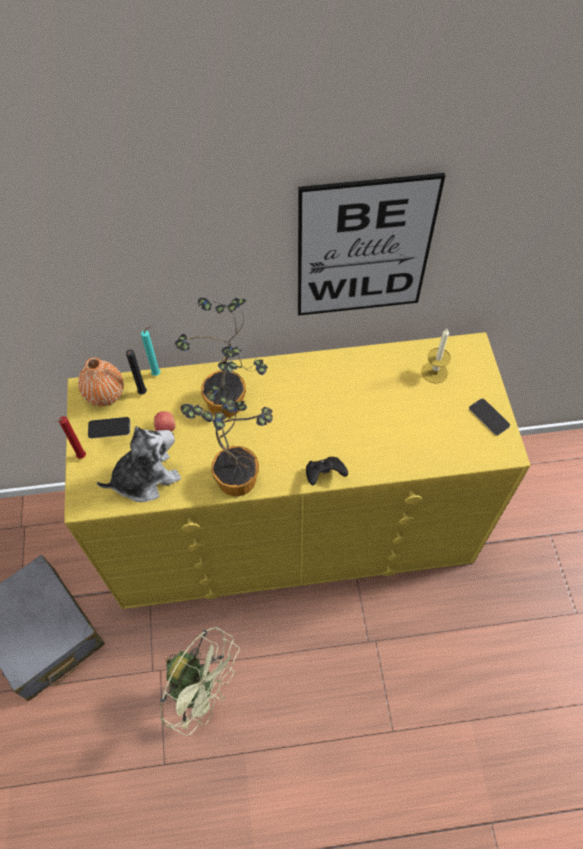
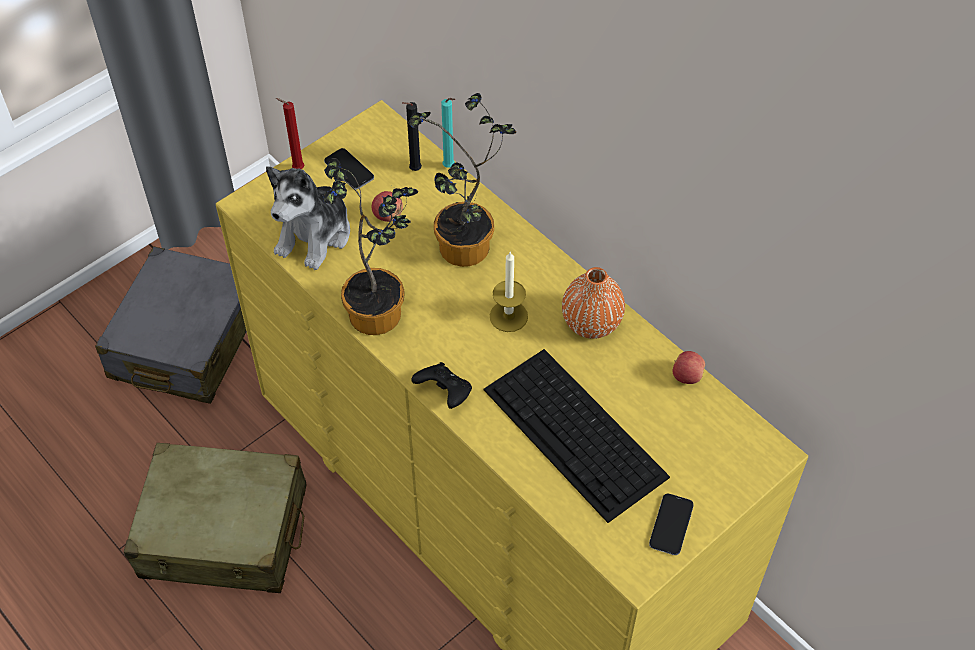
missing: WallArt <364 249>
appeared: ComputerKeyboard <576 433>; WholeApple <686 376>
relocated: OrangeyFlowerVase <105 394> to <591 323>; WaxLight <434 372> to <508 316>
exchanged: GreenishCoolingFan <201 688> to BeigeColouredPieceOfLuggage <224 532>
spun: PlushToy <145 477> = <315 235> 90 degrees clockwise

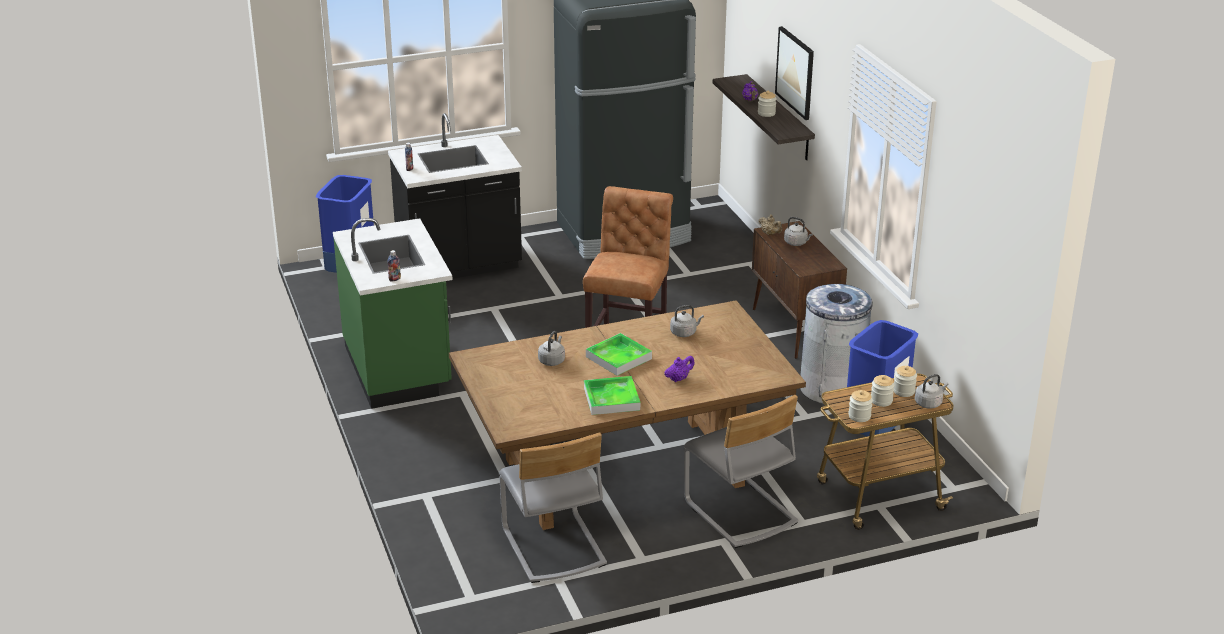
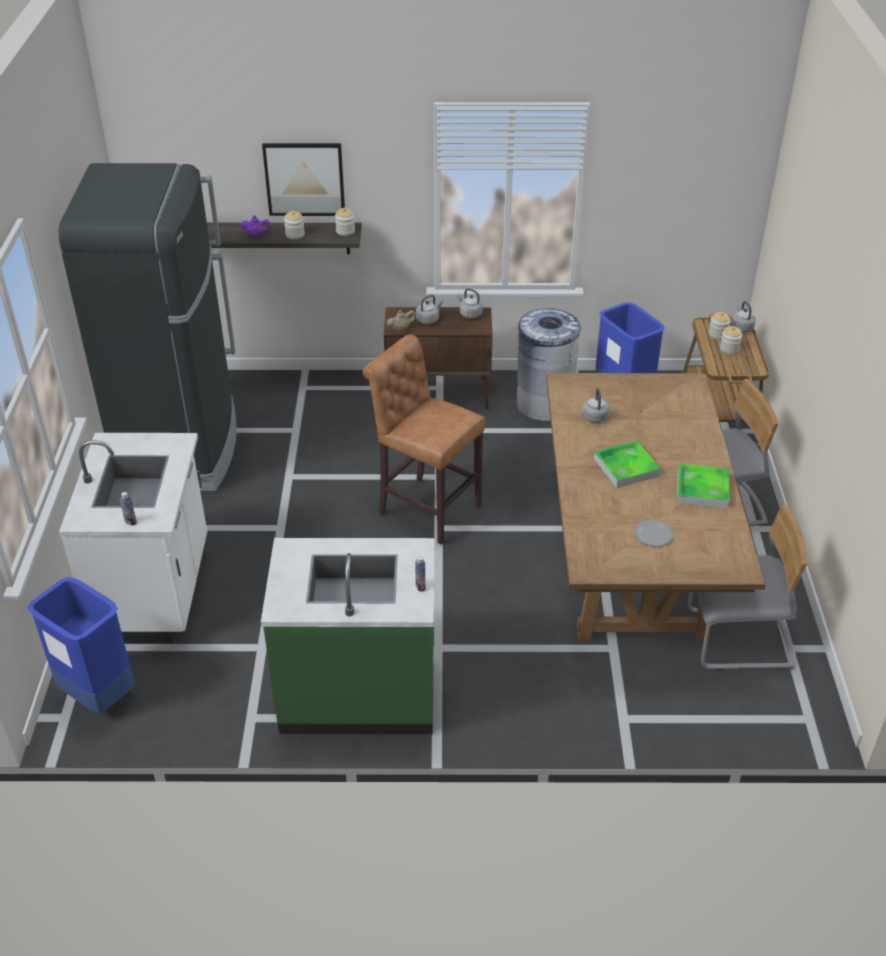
missing: PurplishTeaPot <678 379>
appeared: FlatDish <652 534>
relocated: GreyWaterKettle <552 360> to <469 314>; StorageJar <859 416> to <345 231>
colour: BlackColouredKitchenCounter <459 266> to WhitishKitchenCounter <156 592>

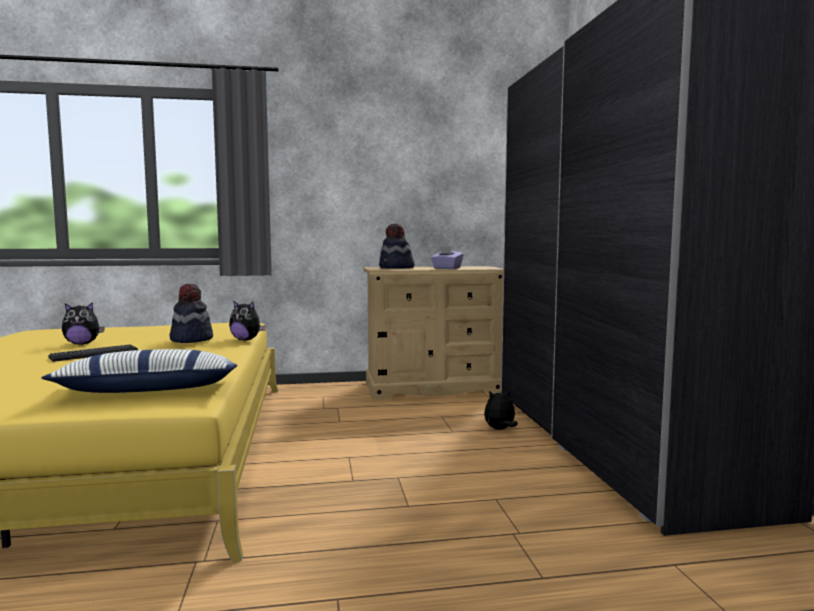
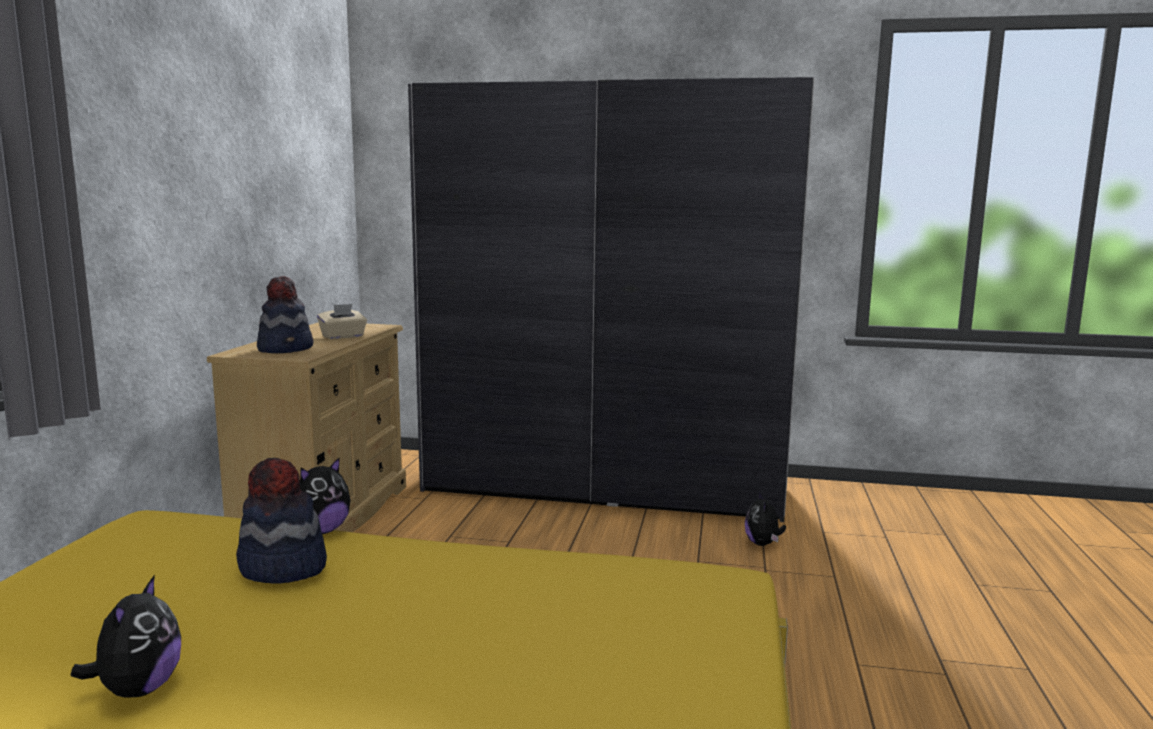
missing: ThrowPillow <150 390>; ComputerKeyboard <94 354>
relocated: PlushToy <500 429> to <763 544>
colour: PurplishTissueHolder <446 268> to BeigeColouredTissueHolder <343 336>

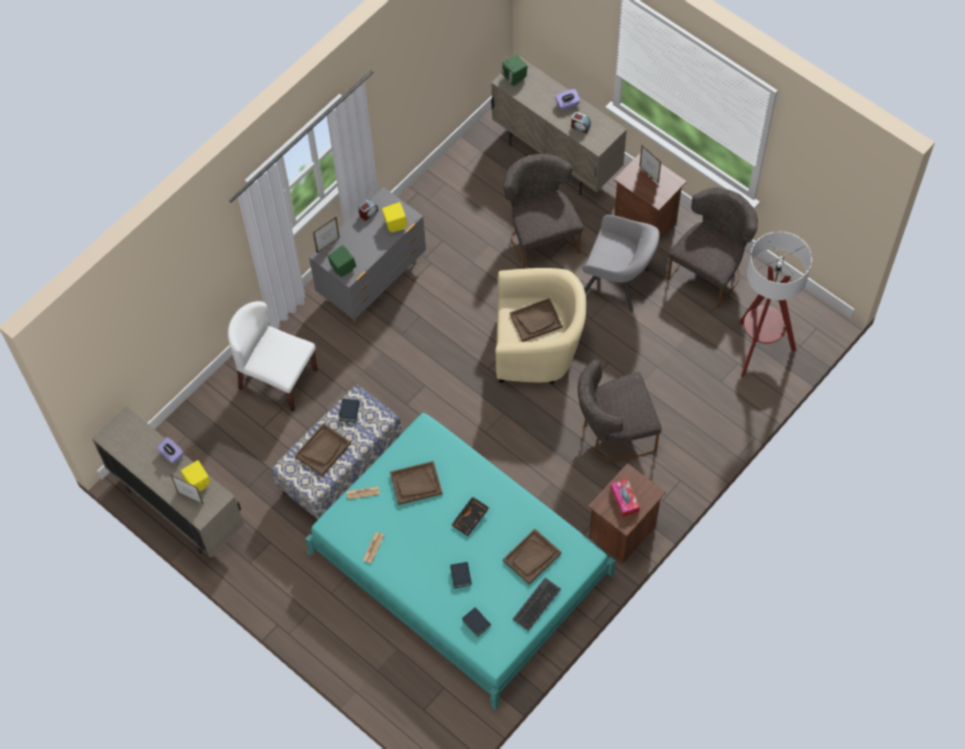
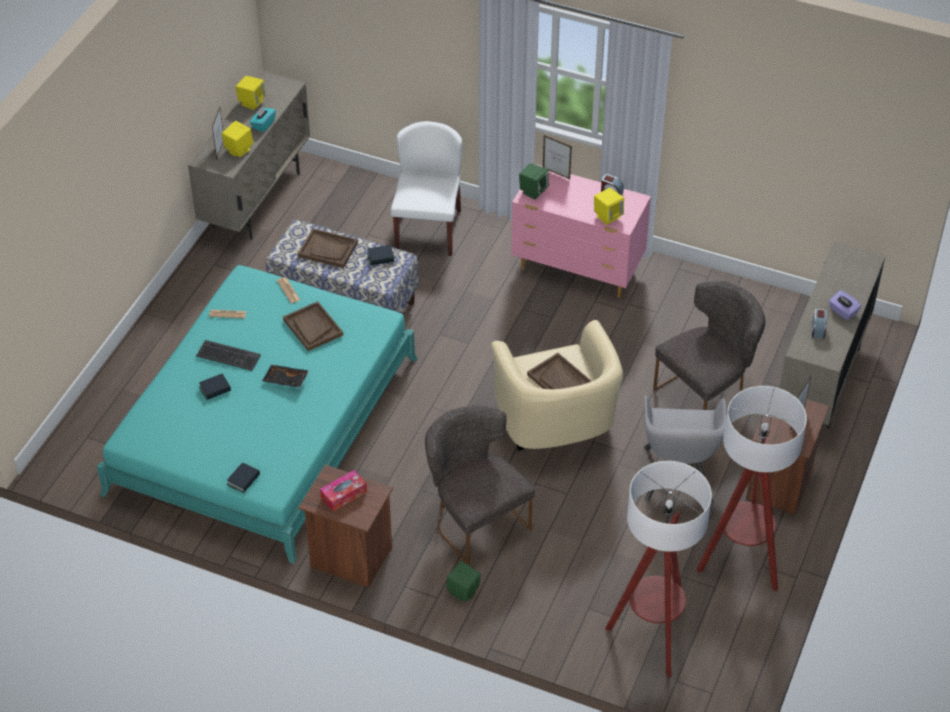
missing: BrownCarryingTray <532 557>
appeared: YellowColouredLoudspeaker <252 102>
relocated: Book <476 622> to <243 480>; GreenishLoudspeaker <514 77> to <463 592>; ComputerKeyboard <537 604> to <228 356>
exchanged: GreyUprightChair <710 270> to FloorLamp <741 563>
colour: PurplishTissueHolder <171 454> to TurquoiseTissueHolder <263 124>; GreyDresser <373 281> to PinkColouredDresser <578 270>

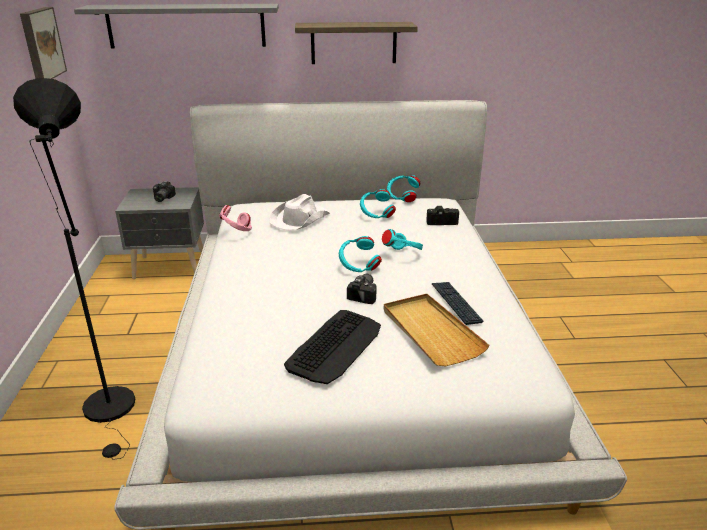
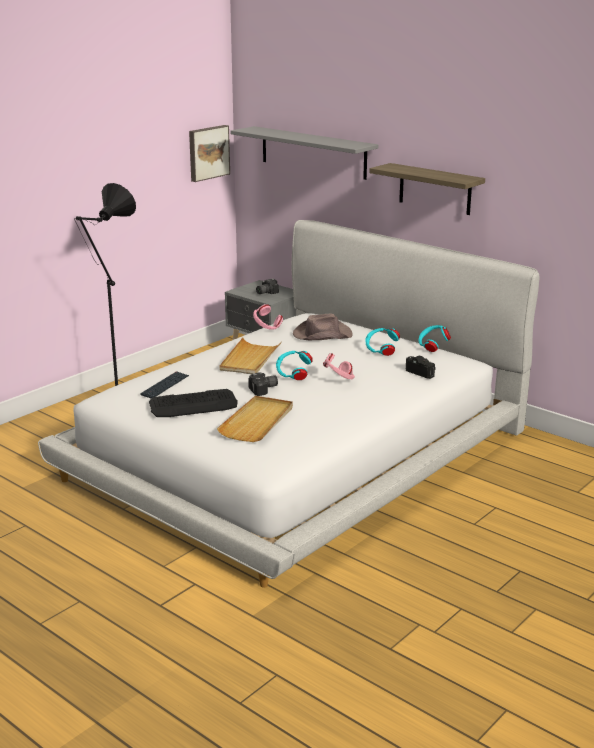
appeared: BeigeColouredCarryingTray <250 359>
relocated: ComputerKeyboard <456 303> to <165 386>
colour: WhitishWearableHat <299 219> to BrownWearableHat <321 334>; TurquoiseHeadset <403 254> to PinkColouredHeadset <339 380>

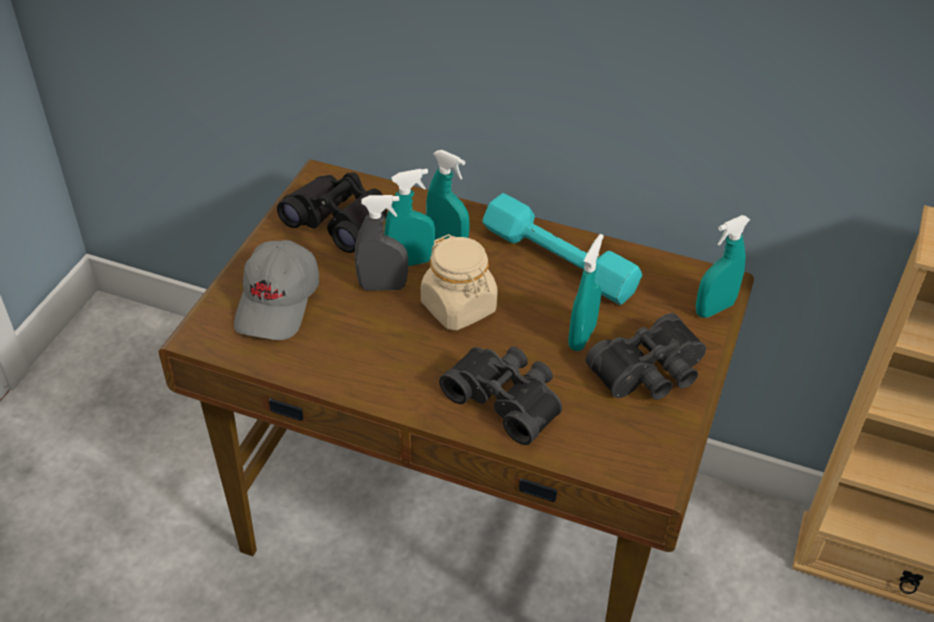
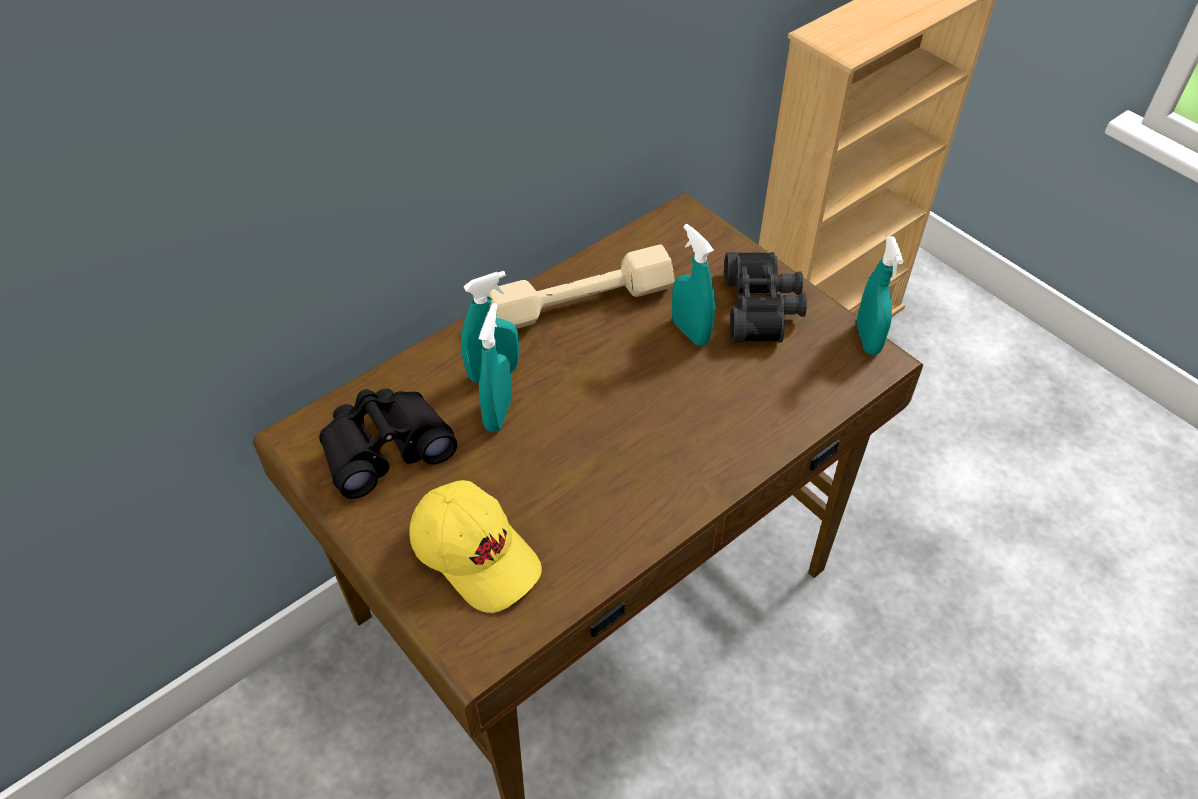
missing: GreySprayBottle <382 286>; BeigeColouredStorageJar <459 307>; BlackColouredPairOfBinoculars <507 399>
relocated: TurquoiseSprayBottle <714 309> to <867 339>
colour: GreyBaseballCap <278 302> to YellowColouredBaseballCap <476 554>; TurquoiseDumbbell <558 261> to BeigeColouredDumbbell <581 303>

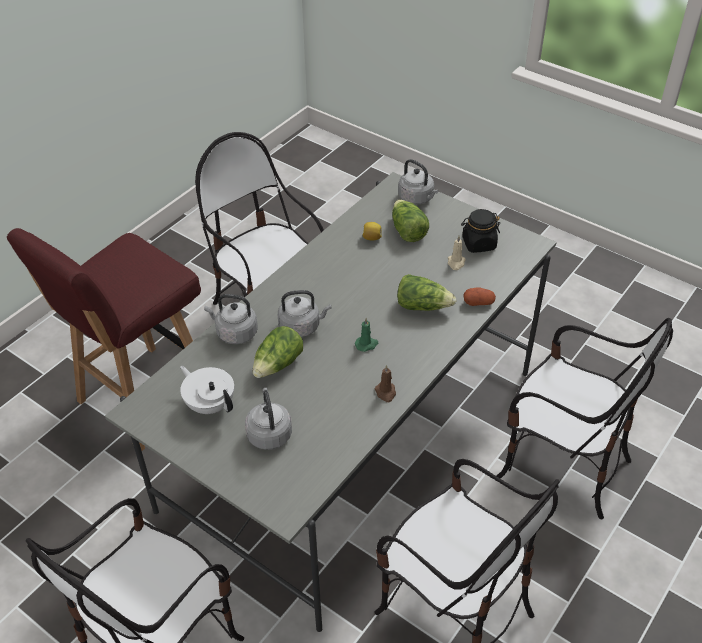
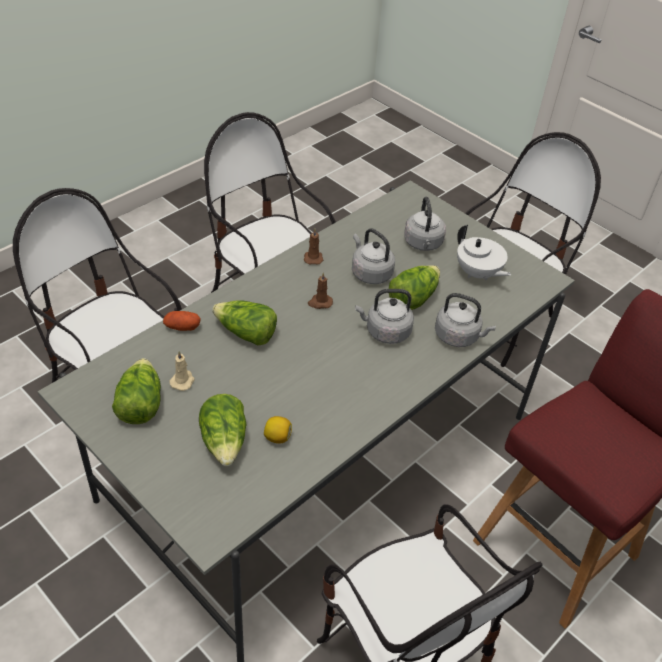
relocated: GreyWaterKettle <417 198> to <370 273>
exchanged: BlackColouredStorageJar <478 244> to HeadOfLettuce <139 404>
colour: GreenishWaxLight <366 344> to BrownWaxLight <320 302>

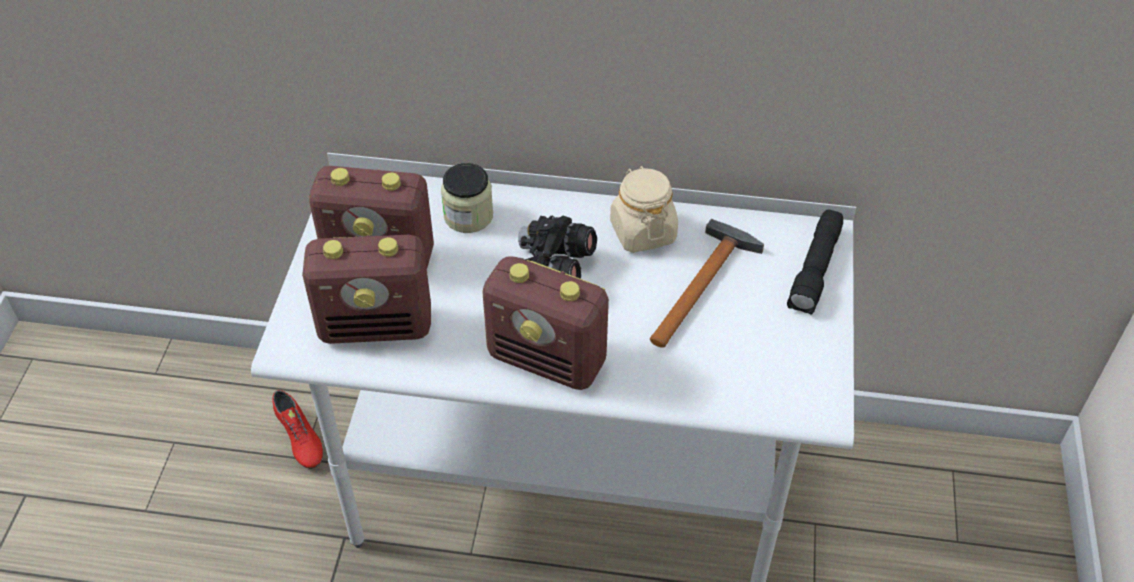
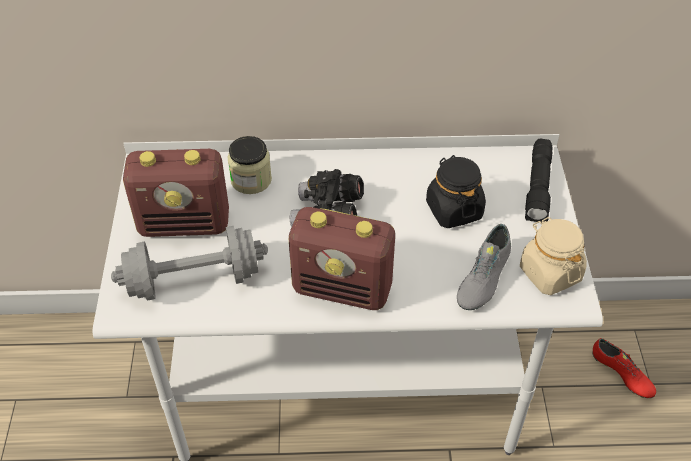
appeared: GreyItemOfFootwear <483 278>
relocated: ReddishItemOfFootwear <299 438> to <621 375>; BeigeColouredStorageJar <642 232> to <549 273>
exchanged: RadioReceiver <377 325> to GreyDumbbell <194 280>; ToolHammer <703 283> to BlackColouredStorageJar <453 210>

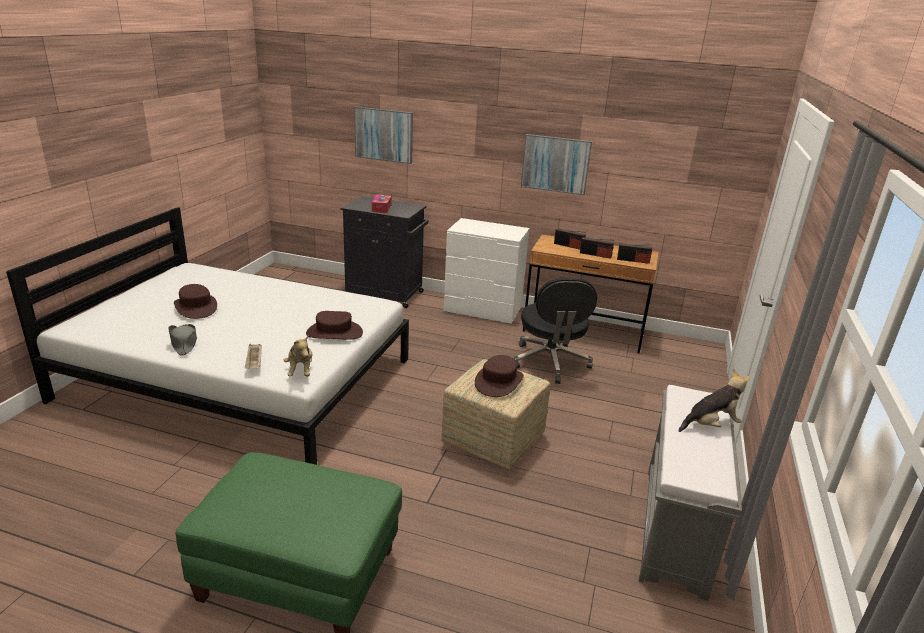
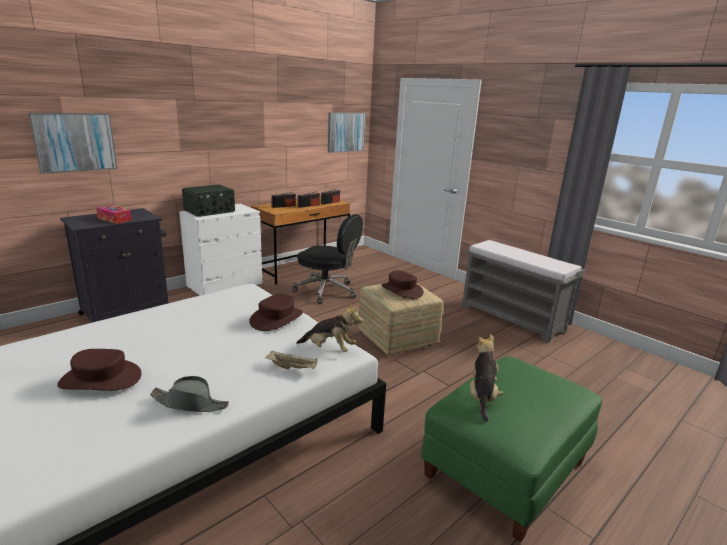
appeared: RadioReceiver <210 211>
relocated: WallArt <555 164> to <346 132>; PlushToy <710 425> to <482 396>

